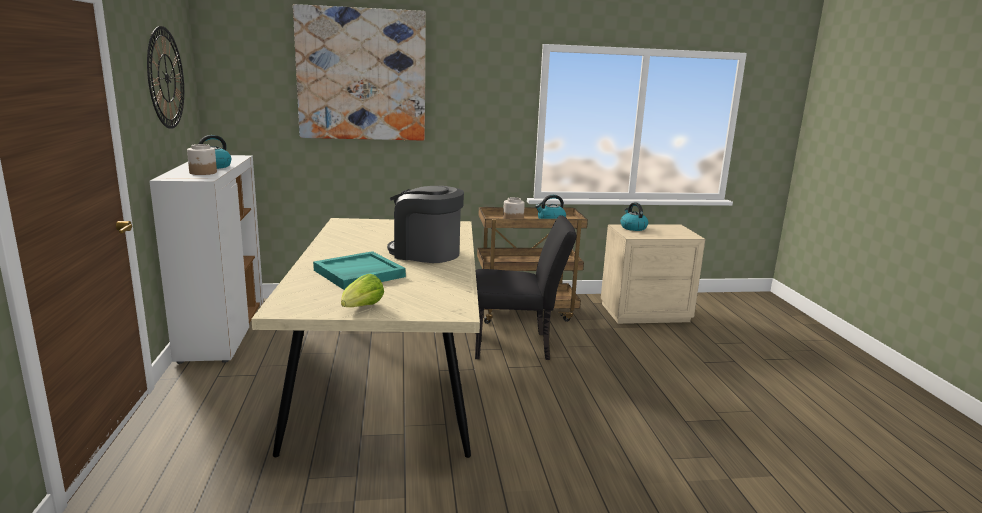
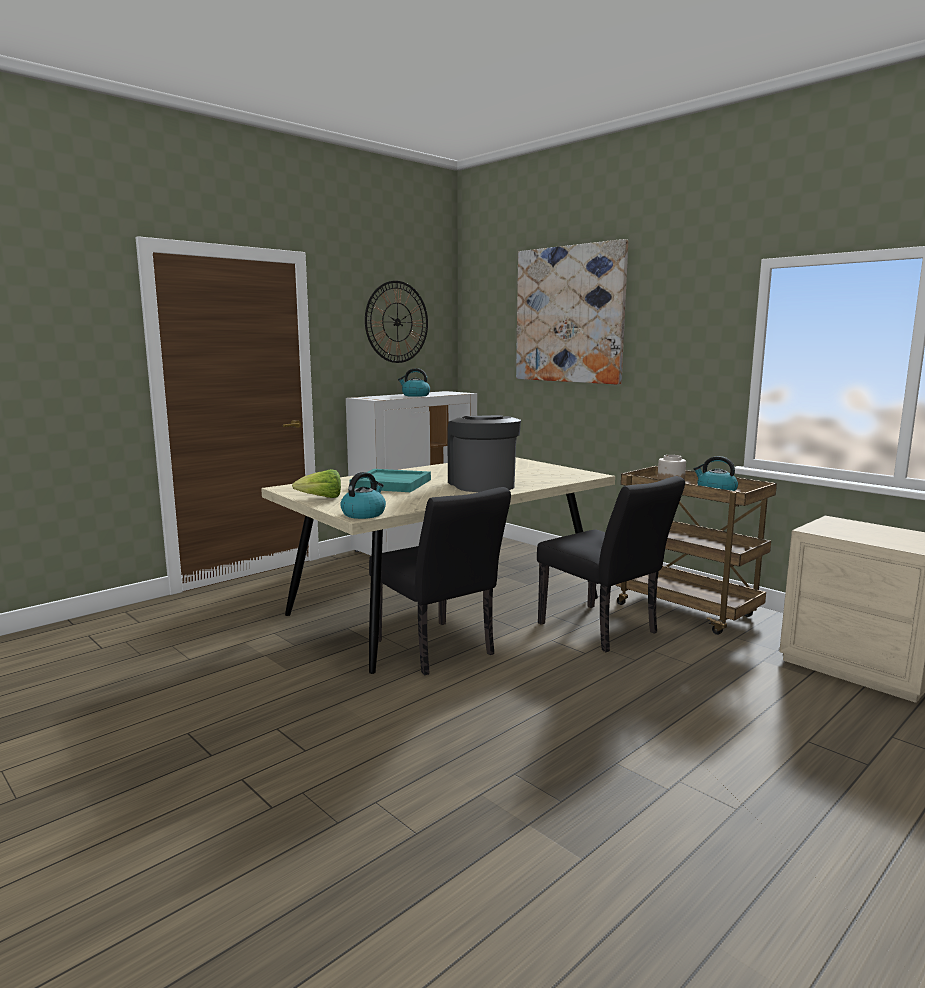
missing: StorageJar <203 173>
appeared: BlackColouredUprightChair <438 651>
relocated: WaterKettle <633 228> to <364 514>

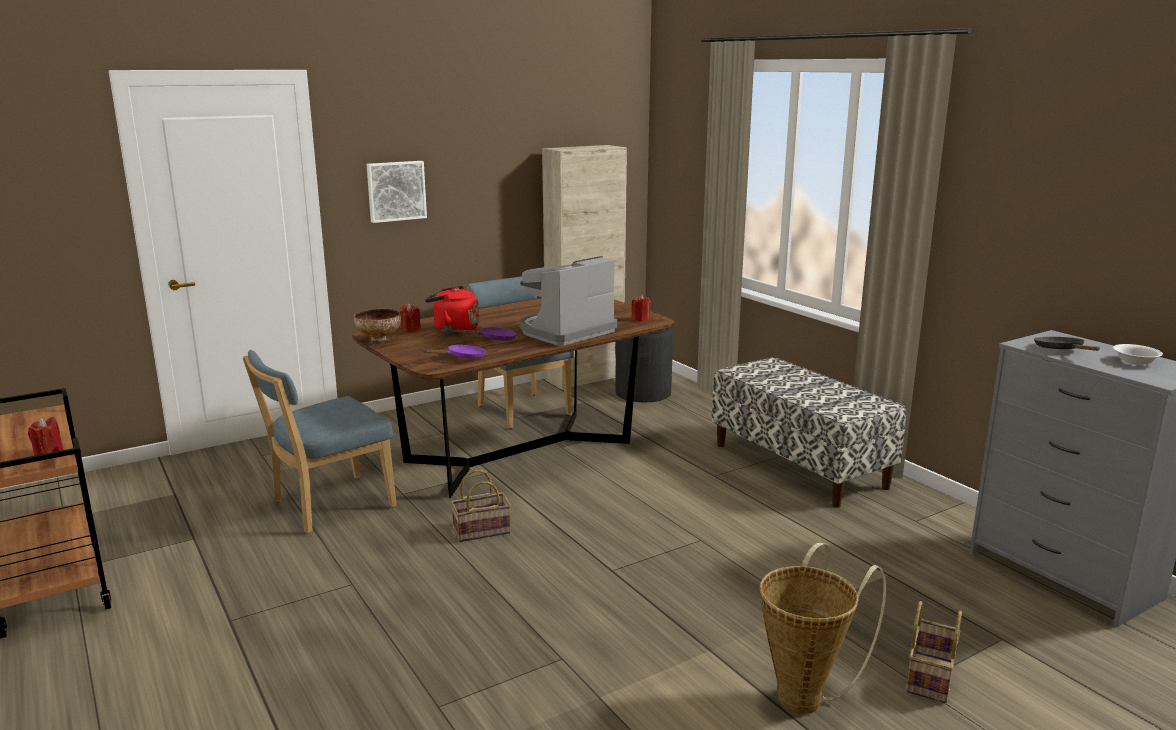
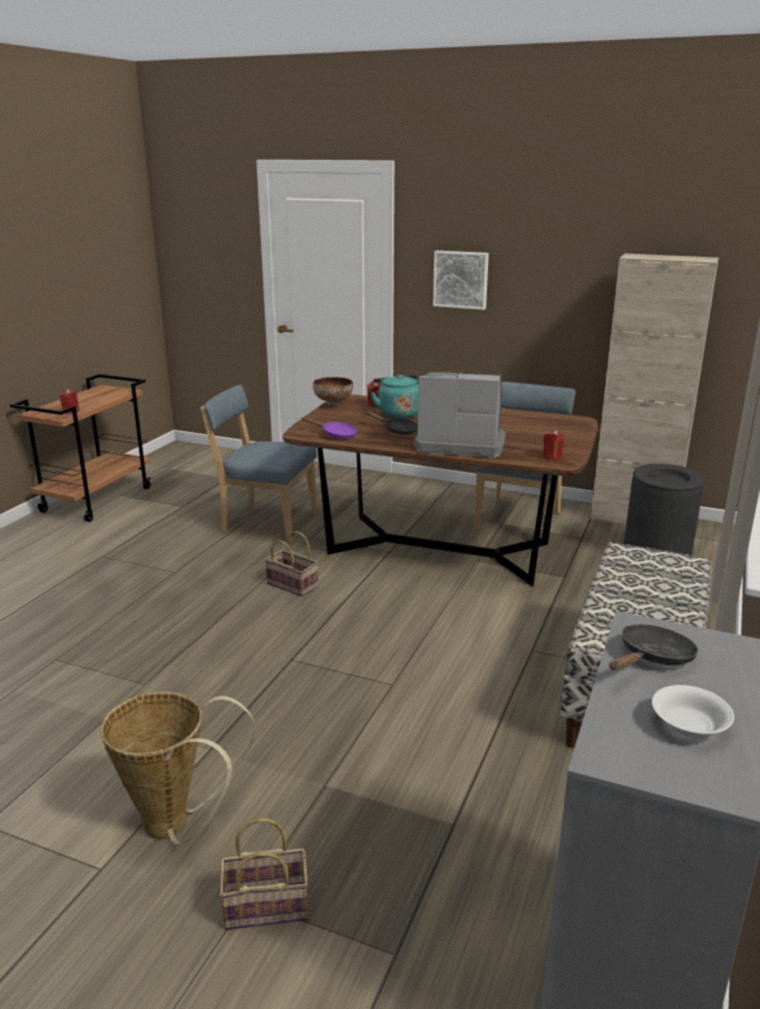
colour: ReddishWaterKettle <453 330> to TurquoiseWaterKettle <397 414>; PurplishFryingPan <494 339> to BlackColouredFryingPan <397 430>

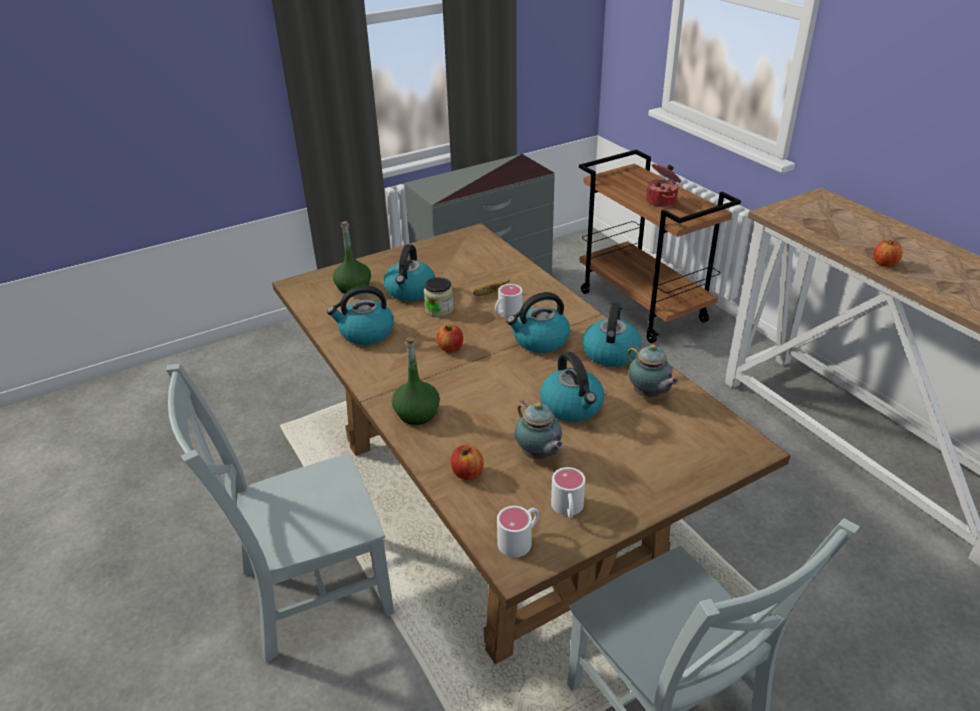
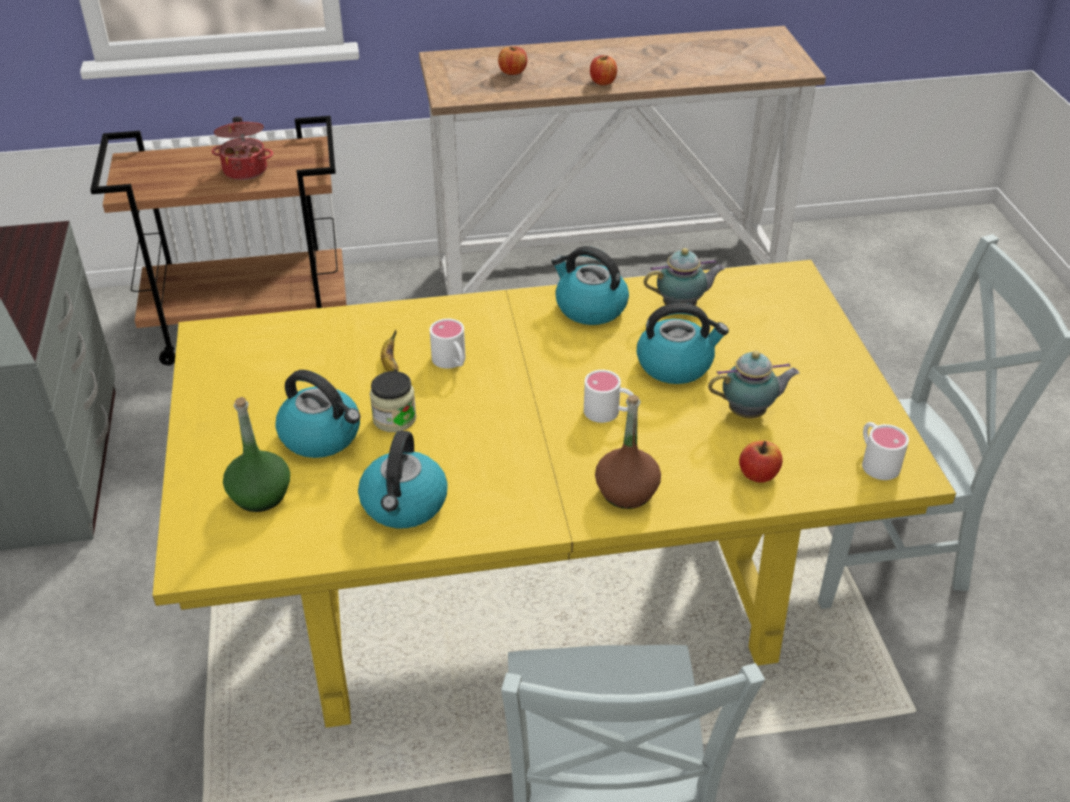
missing: WaterKettle <540 341>
relocated: WholeApple <450 348> to <512 72>; WhitishMug <568 509> to <609 412>
colour: BrownKitchenTable <492 502> to YellowColouredKitchenTable <532 592>; GreenishDrinkBottle <417 413> to BrownDrinkBottle <626 492>

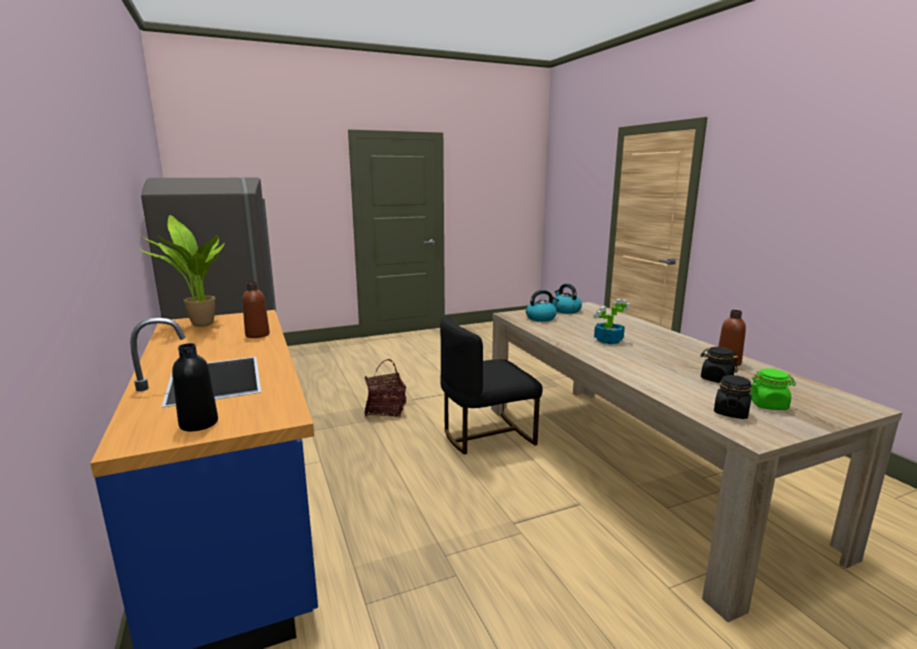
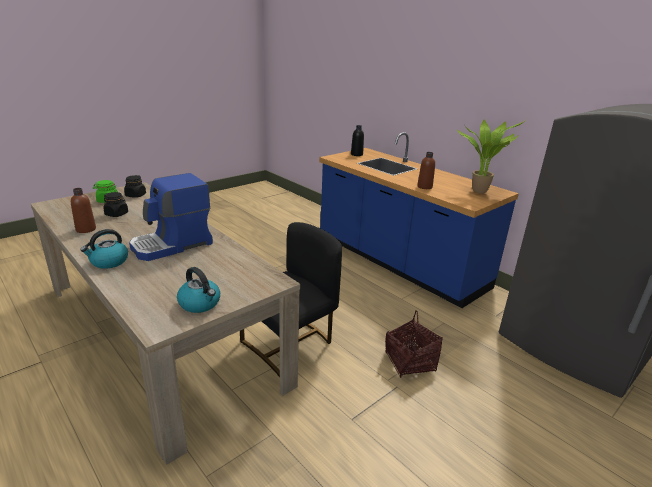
relocated: WaterKettle <541 318> to <108 262>
exchanged: Houseplant <607 340> to CoffeeMaker <172 245>

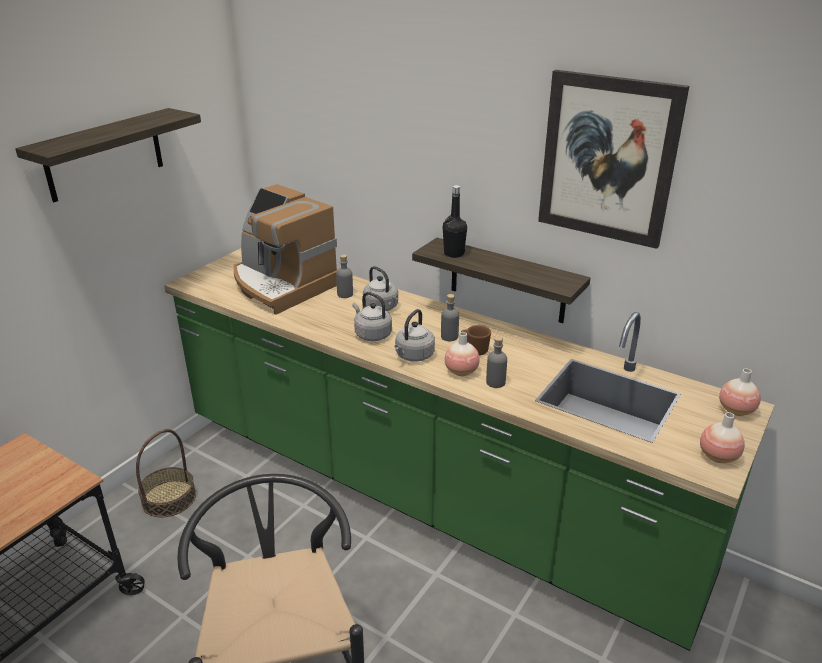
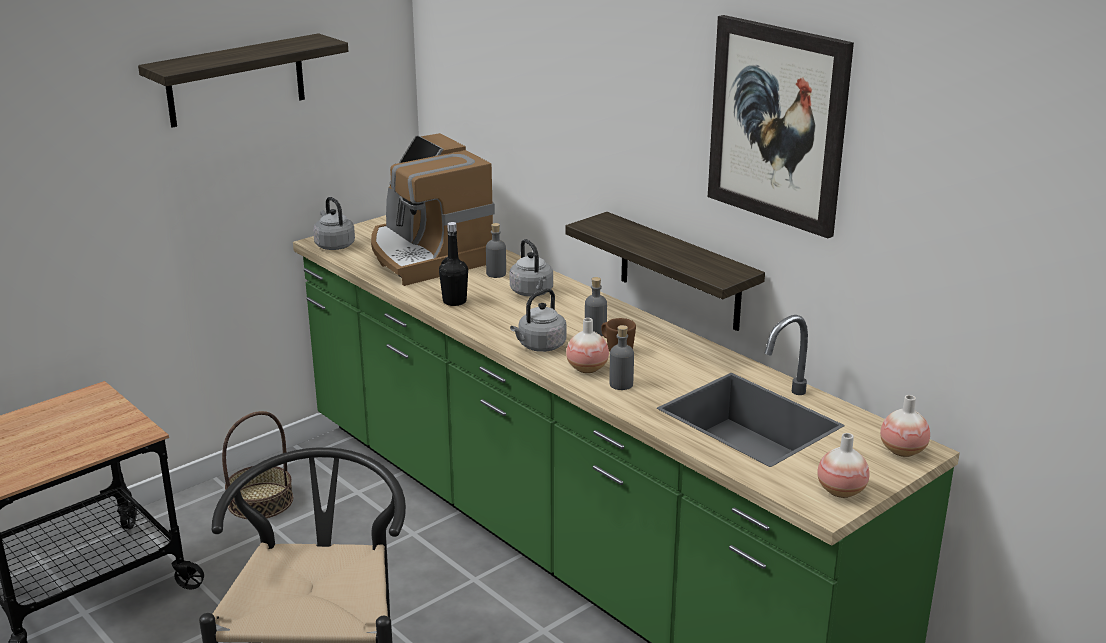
relocated: GreyWaterKettle <371 334> to <334 245>; BlackColouredDrinkBottle <454 254> to <454 301>

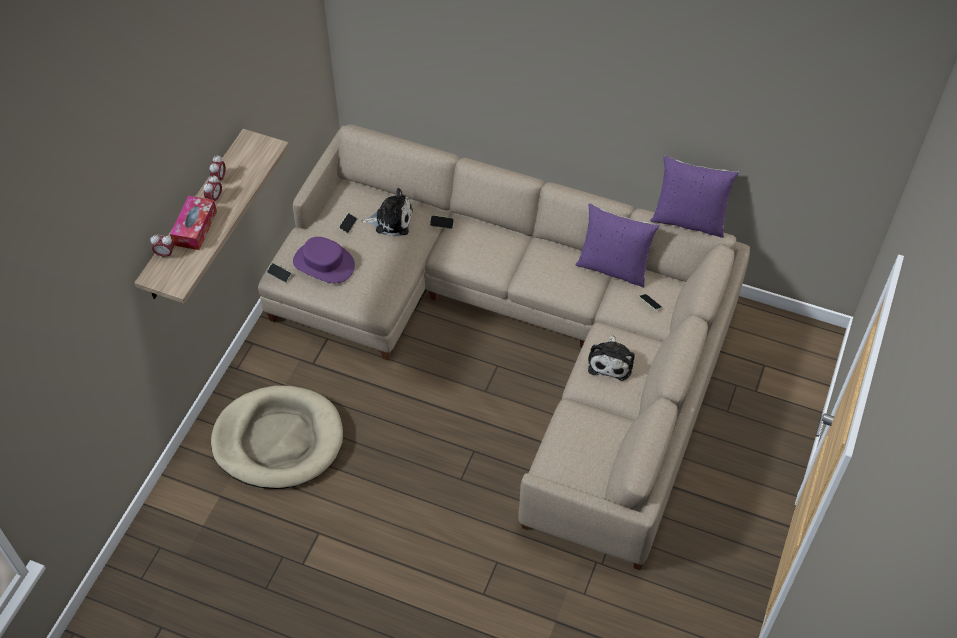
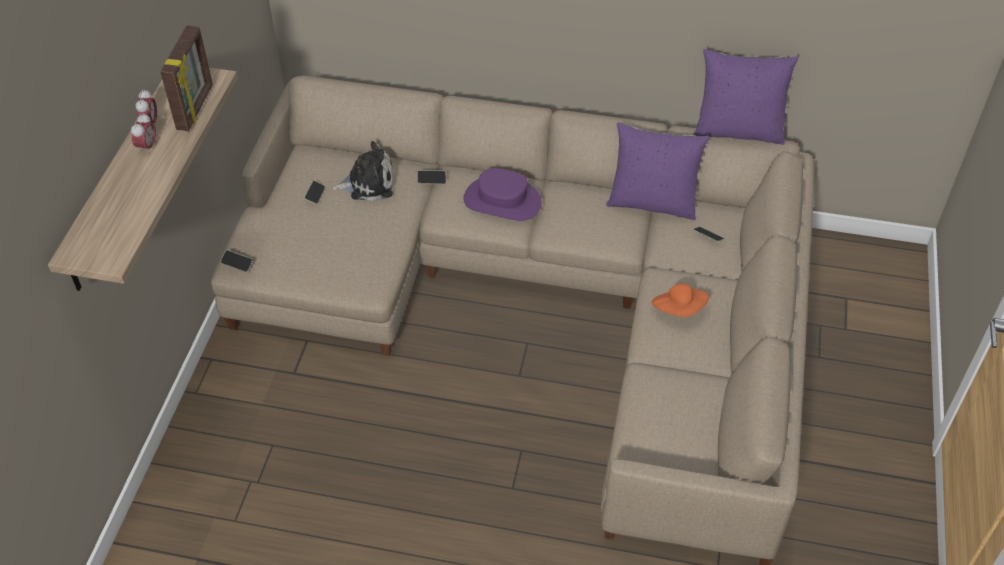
missing: AlarmClock <165 254>; TissueHolder <195 228>; BeigeColouredDogCushion <278 440>
appeared: StandingFrame <196 108>
relocated: PurplishWearableHat <324 263> to <502 201>
exchanged: PlushToy <611 361> to OrangeyWearableHat <679 310>

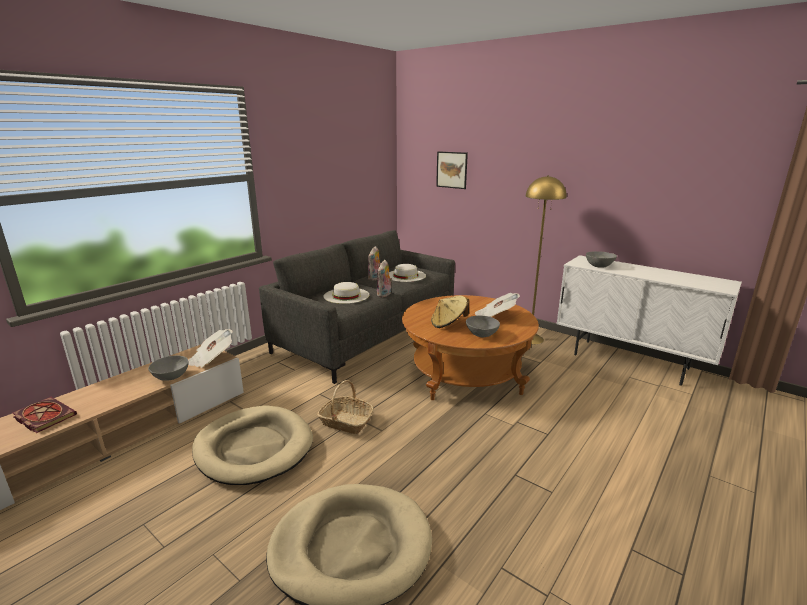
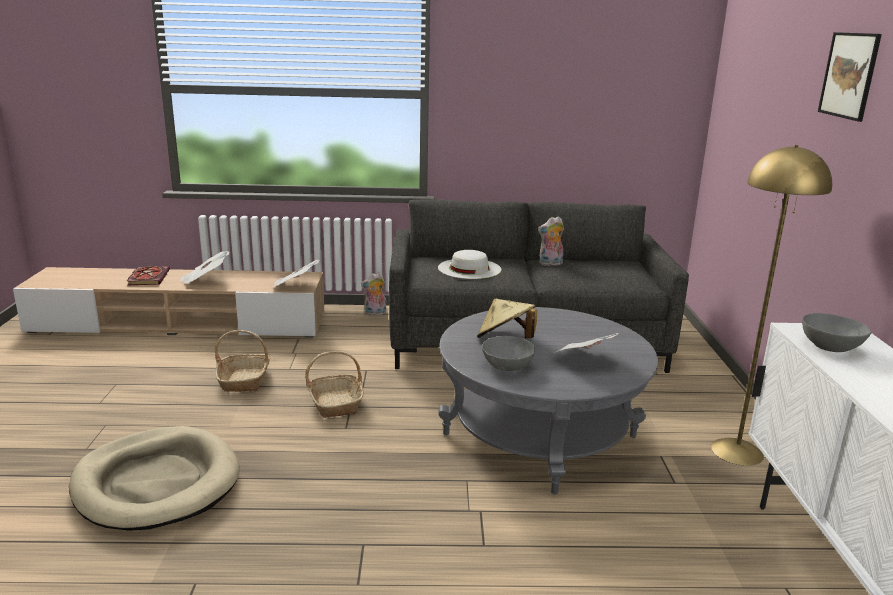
missing: GreyBowl <171 377>; WhitishWearableHat <405 275>
appeared: PrintedPaper <204 280>
relocated: PlushToy <384 295> to <375 313>; WallArt <451 170> to <849 75>
exchanged: BeigeColouredDogCushion <254 448> to HouseholdBasket <244 380>
colour: BrownCoffeeTable <466 374> to GreyCoffeeTable <540 435>

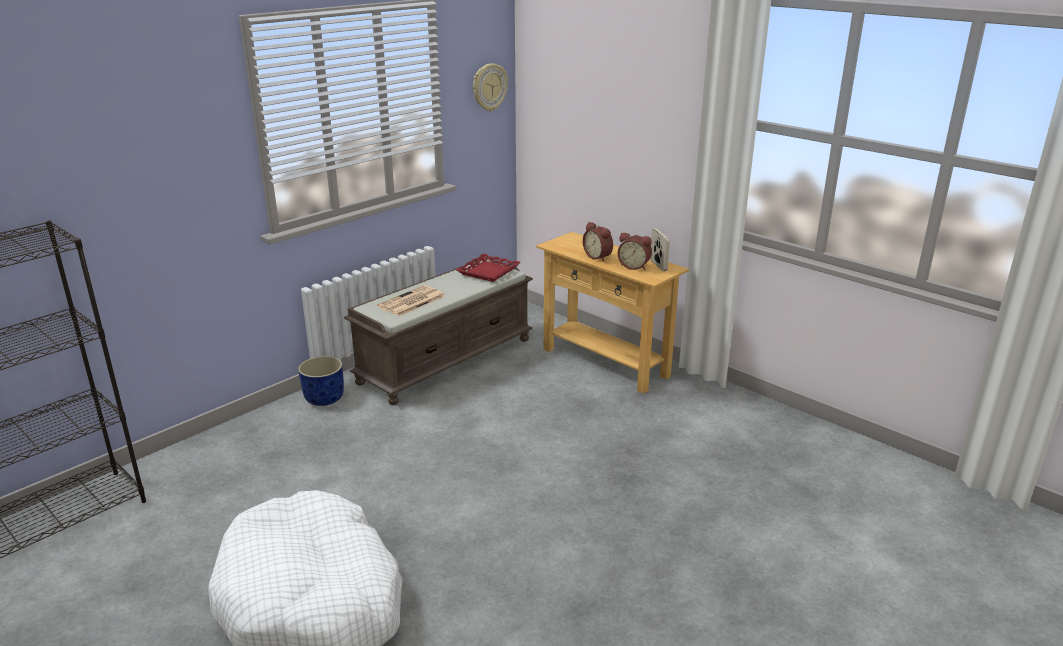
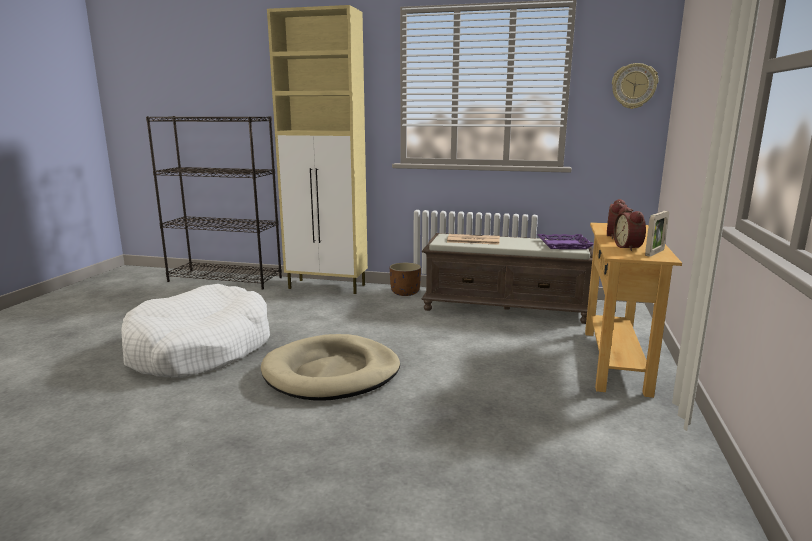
appeared: BeigeColouredDogCushion <332 373>; BeigeColouredStorageCabinet <328 287>
colour: BluishFlowerPot <324 398> to BrownFlowerPot <405 293>; ReddishCarryingTray <488 271> to PurplishCarryingTray <564 245>

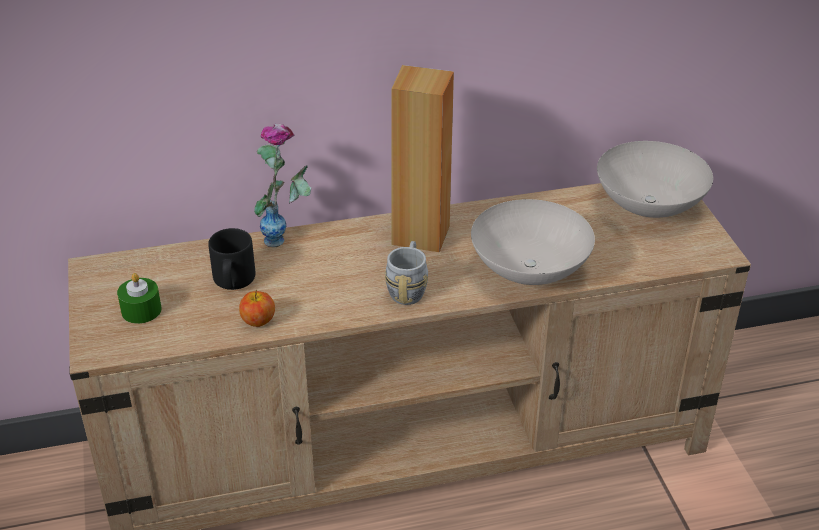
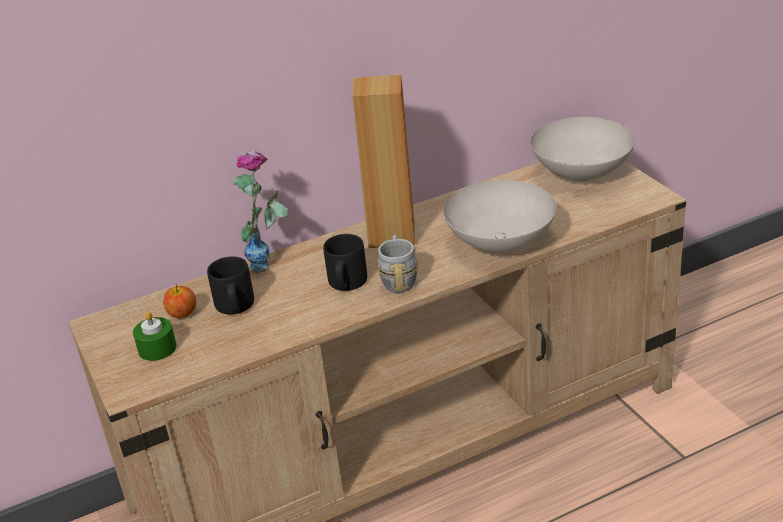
appeared: BlackColouredMug <346 283>
relocated: WholeApple <258 321> to <182 314>

